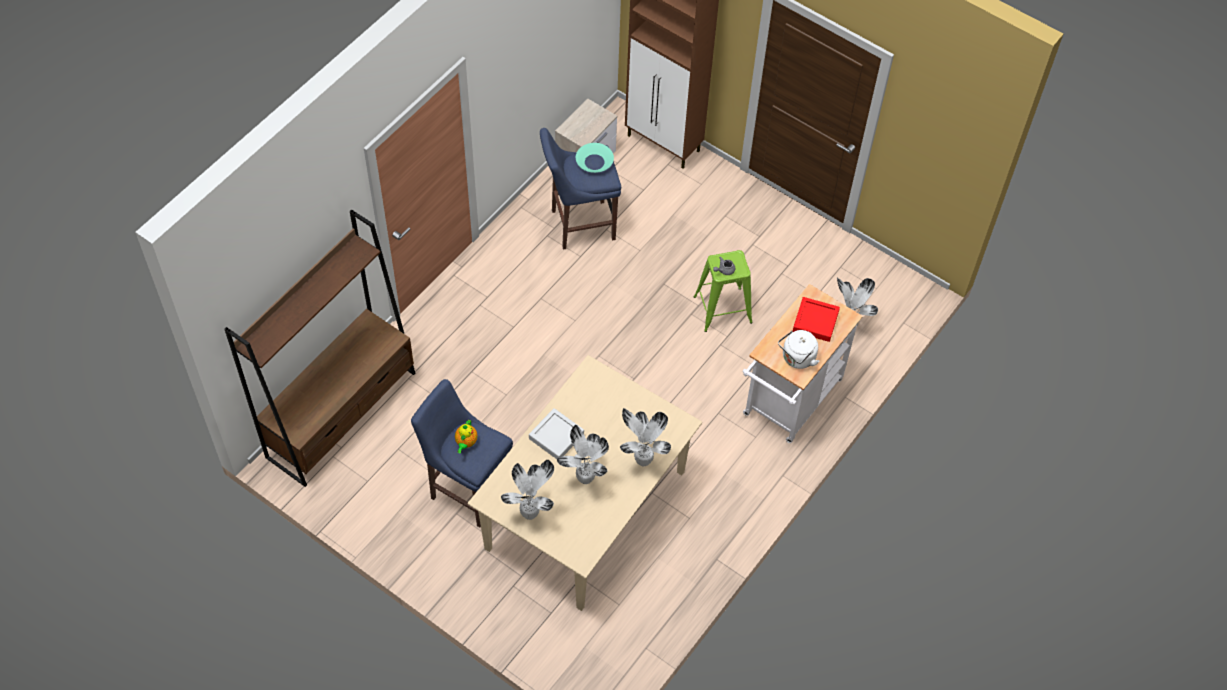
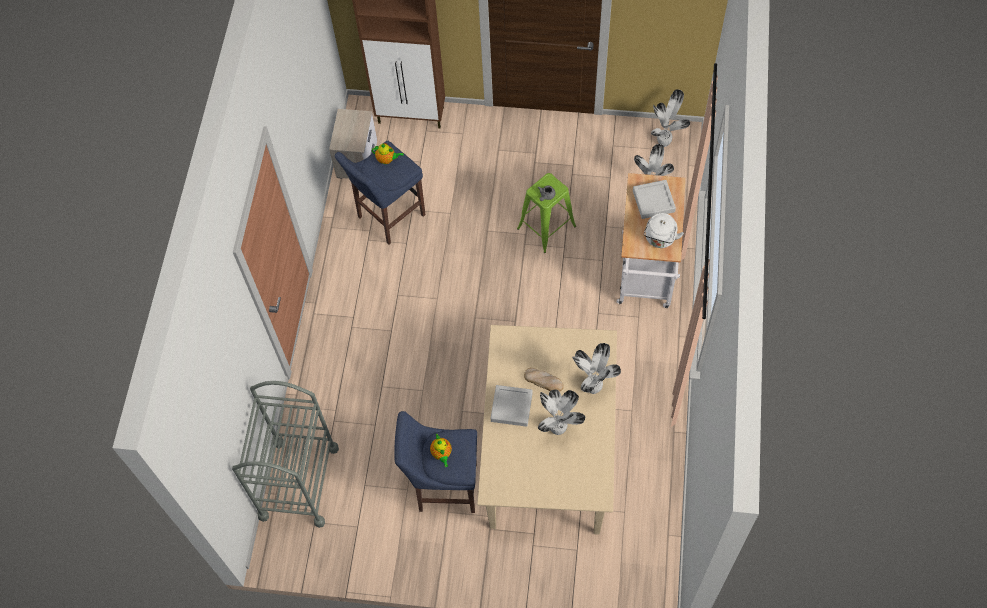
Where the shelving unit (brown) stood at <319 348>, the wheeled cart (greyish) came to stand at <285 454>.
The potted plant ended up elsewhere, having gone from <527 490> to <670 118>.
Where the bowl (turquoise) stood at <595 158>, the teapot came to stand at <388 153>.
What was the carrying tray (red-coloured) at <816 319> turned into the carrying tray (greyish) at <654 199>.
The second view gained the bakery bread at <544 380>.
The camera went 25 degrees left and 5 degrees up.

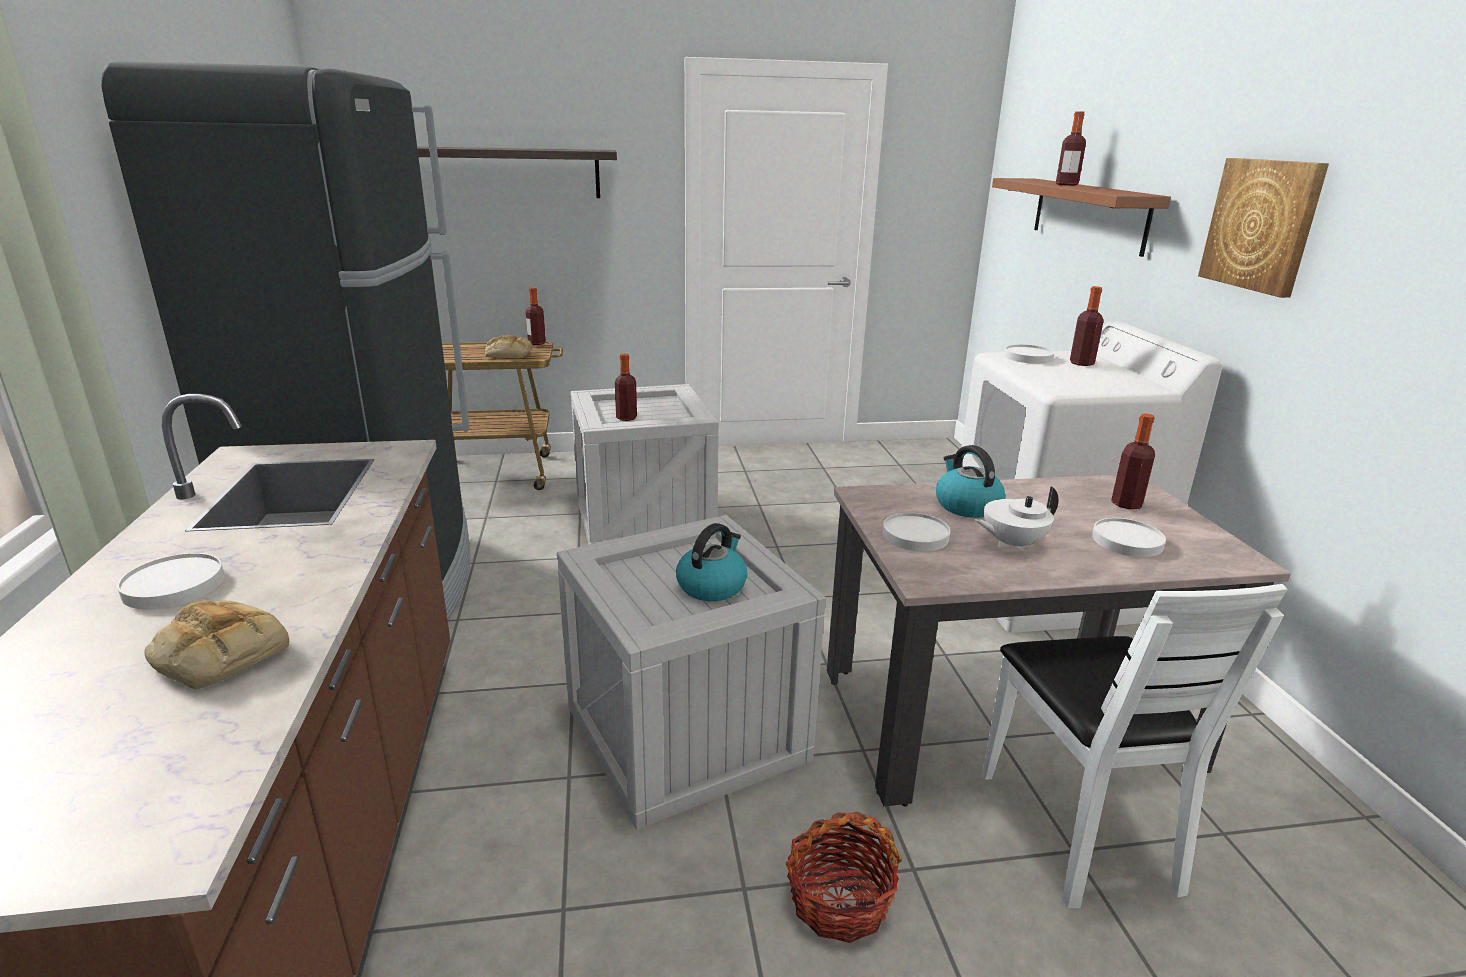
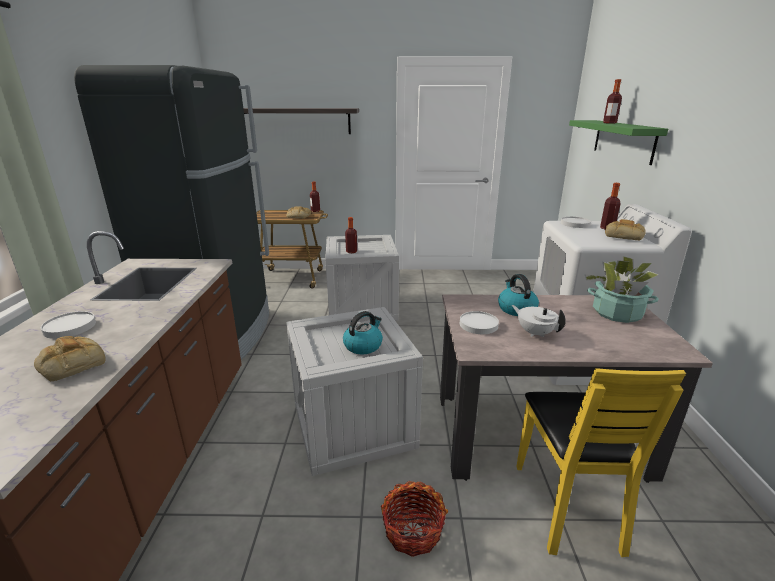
The teapot (whitish) at <1016 518> ended up facing another way, 60 degrees clockwise from before.
What was the chair (whitish) at <1134 746> turned into the chair (yellowish) at <601 462>.
What was the shelf (brown) at <1081 217> turned into the shelf (greenish) at <618 142>.
The second view lost the dinner plate (whitish) at <1129 537>.
Where the beverage bottle stood at <1133 461>, the potted plant came to stand at <622 289>.
The second view lost the wall art at <1263 228>.
The second view gained the bakery bread at <625 229>.
The camera went 10 degrees right and 0 degrees up.

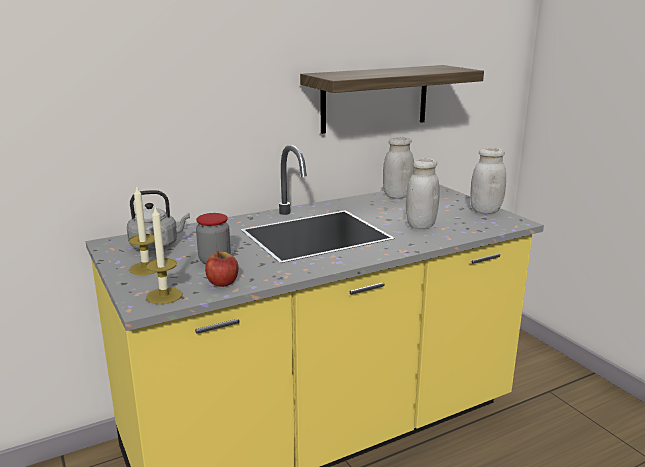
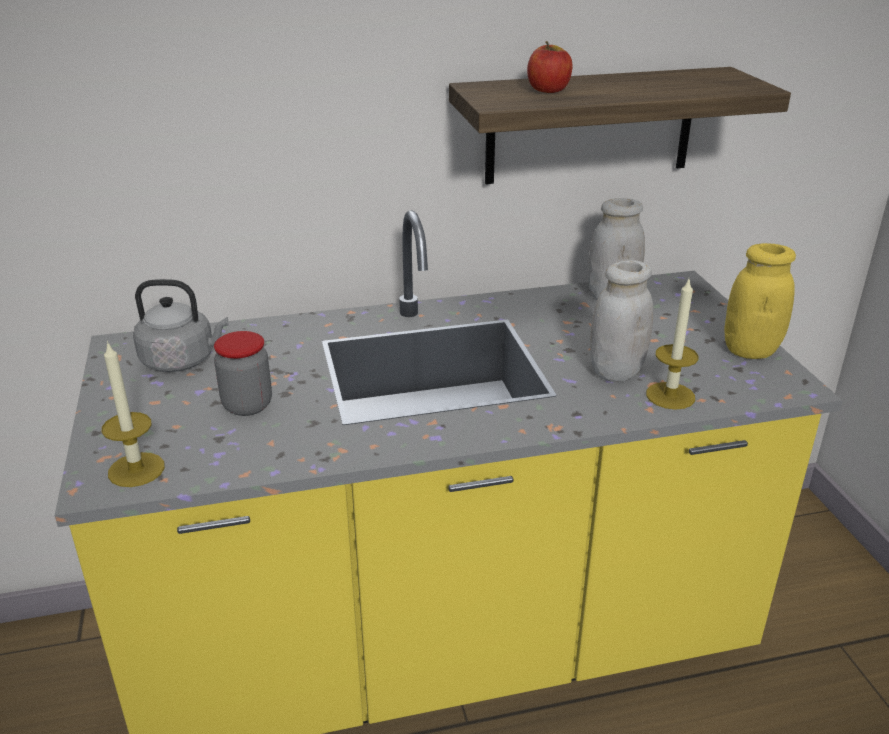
The candle ended up elsewhere, having gone from <142 230> to <672 344>.
The whole apple ended up elsewhere, having gone from <221 269> to <549 67>.
What was the storage jar (whitish) at <488 181> turned into the storage jar (yellowish) at <760 301>.
The camera went 15 degrees right and 10 degrees up.

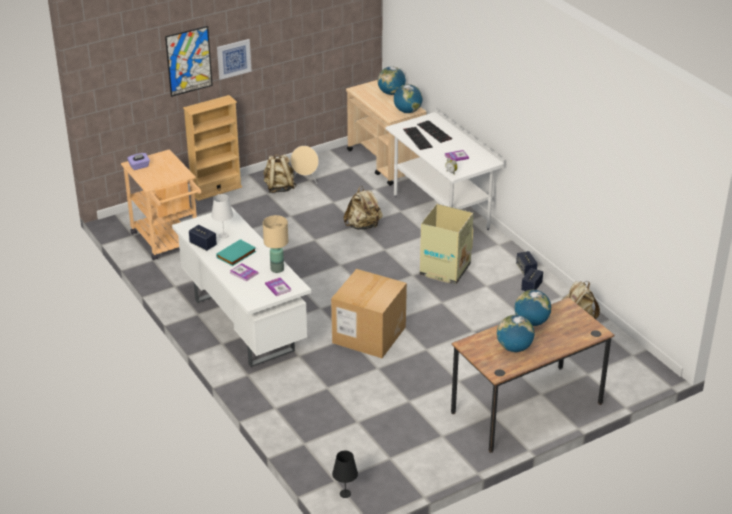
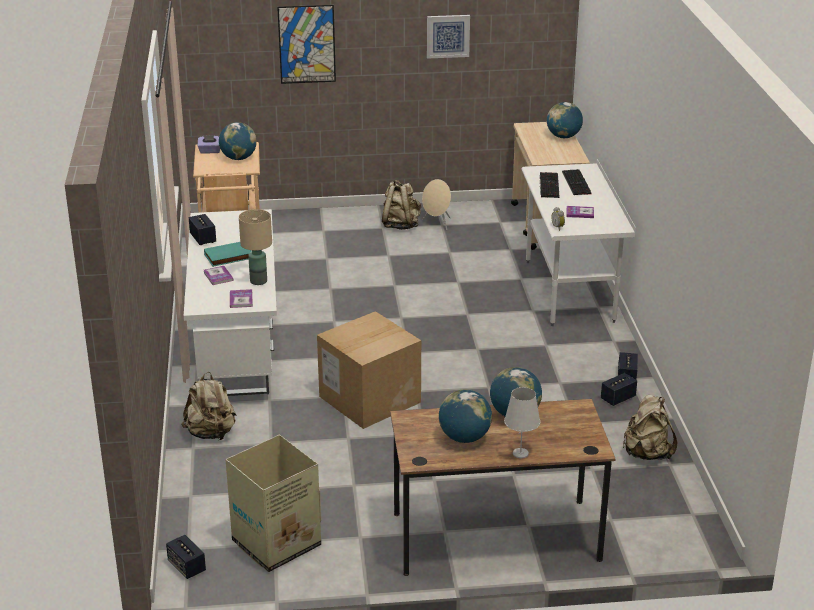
The second view lost the shelving unit (sand-coloured) at <212 148>.
The lamp for a table (whitish) ended up elsewhere, having gone from <222 216> to <522 422>.
The wall art ended up elsewhere, having gone from <234 59> to <448 37>.
Where the lamp for a table (black) stood at <345 474>, the audio speaker came to stand at <186 557>.
The rucksack (sand-coloured) ended up elsewhere, having gone from <363 208> to <209 406>.
The world globe ended up elsewhere, having gone from <408 98> to <238 141>.
The carton ended up elsewhere, having gone from <446 244> to <273 503>.
The camera went 25 degrees right and 5 degrees down.

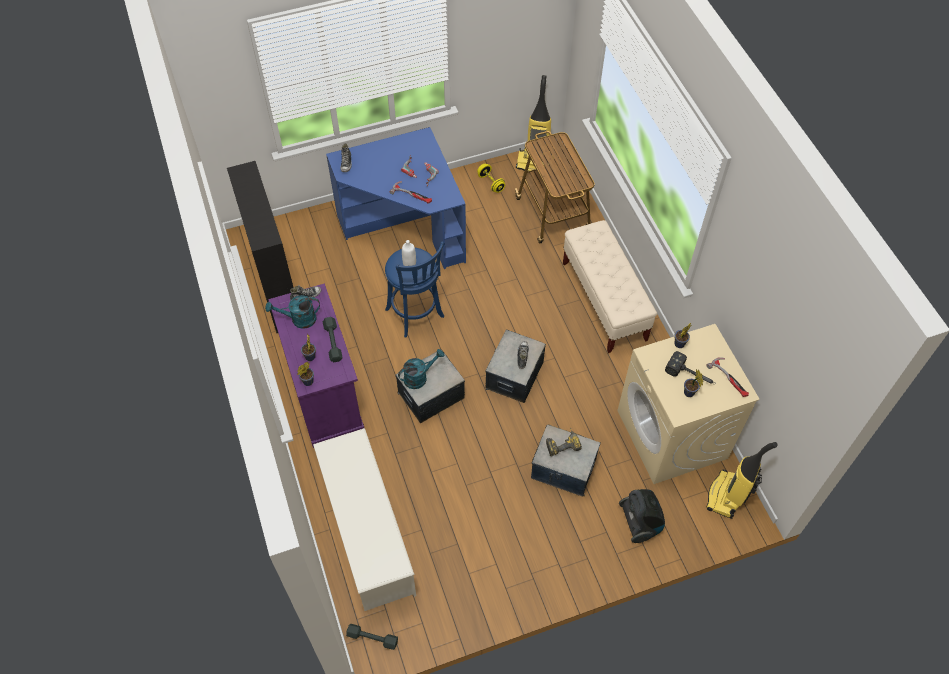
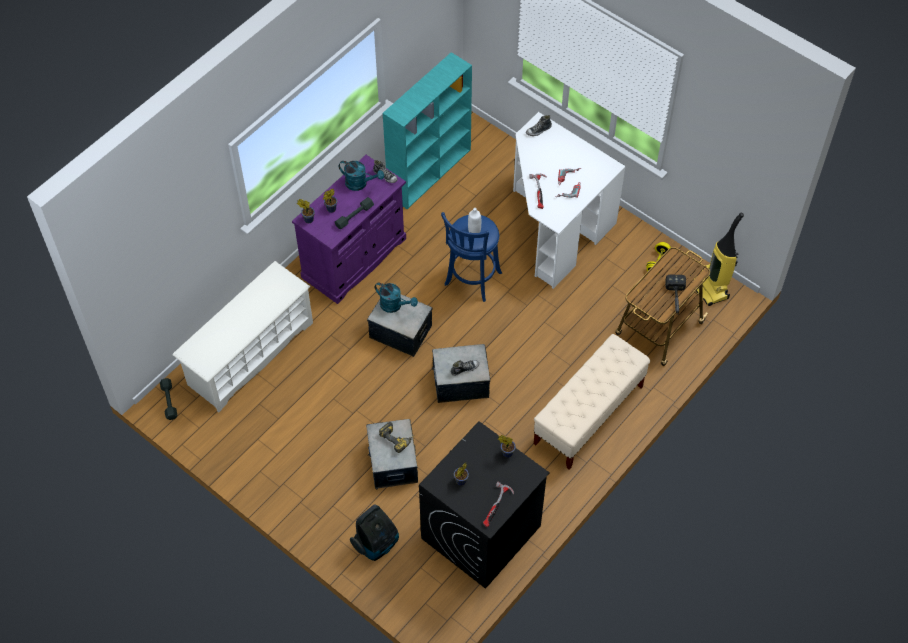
What was the shelving unit (black) at <260 247> turned into the shelving unit (turquoise) at <427 130>.
The watering can (turquoise) at <292 312> ended up facing another way, 150 degrees clockwise from before.
What was the desk unit (blue) at <396 198> turned into the desk unit (whitish) at <569 200>.
What was the laundry appliance (sand-coloured) at <688 404> turned into the laundry appliance (black) at <484 505>.
The hand hammer ended up elsewhere, having gone from <689 367> to <675 294>.
The second view lost the vacuum at <742 480>.
The camera went 60 degrees right and 0 degrees up.

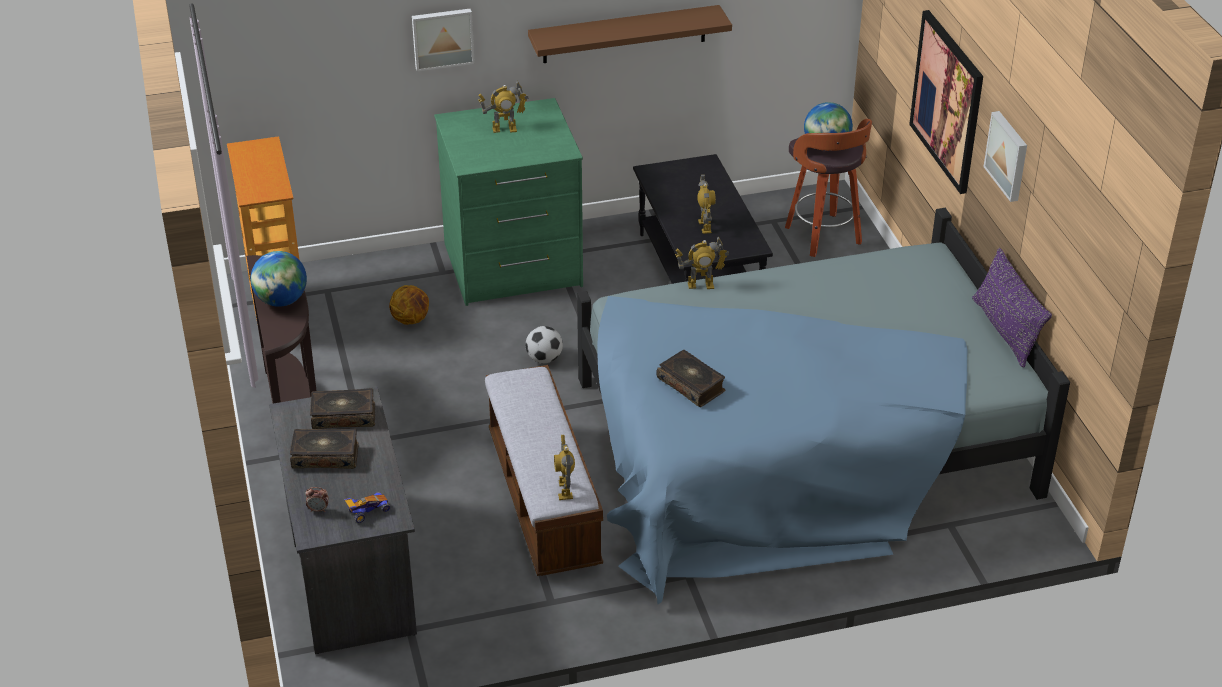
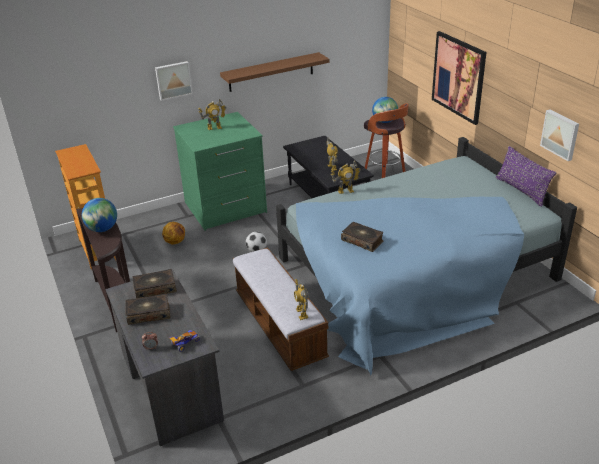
The wall art ended up elsewhere, having gone from <1005 156> to <559 135>.
The camera went 10 degrees left and 5 degrees down.

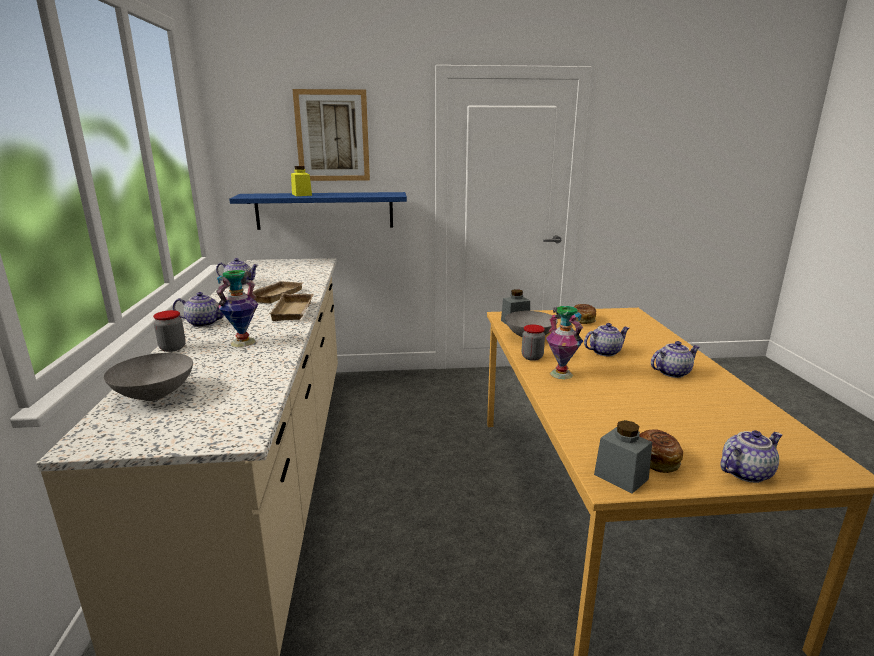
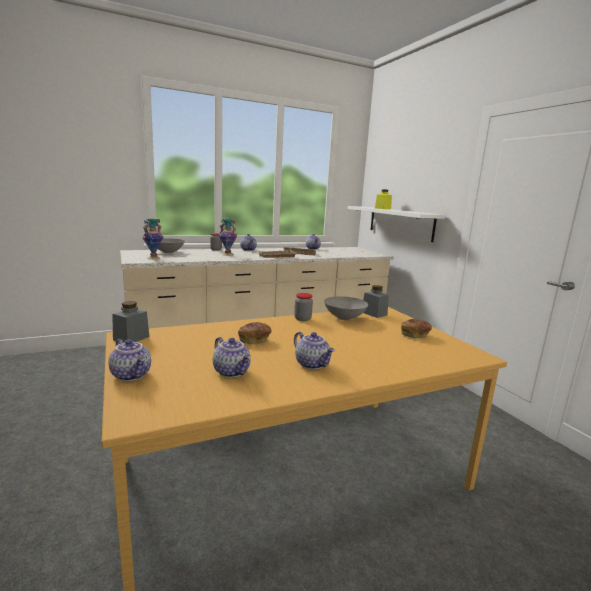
What was the shelf (blue) at <318 211> turned into the shelf (whitish) at <396 224>.
The second view lost the wall art at <331 135>.
The decorative vase ended up elsewhere, having gone from <564 342> to <153 239>.
The teapot ended up elsewhere, having gone from <606 340> to <232 357>.
The bakery bread ended up elsewhere, having gone from <661 451> to <254 333>.
The camera went 70 degrees right and 5 degrees down.

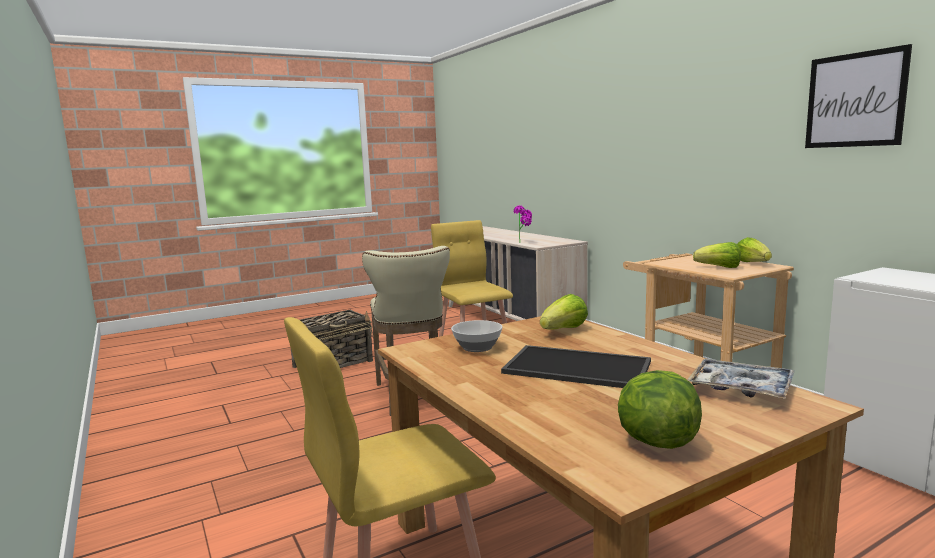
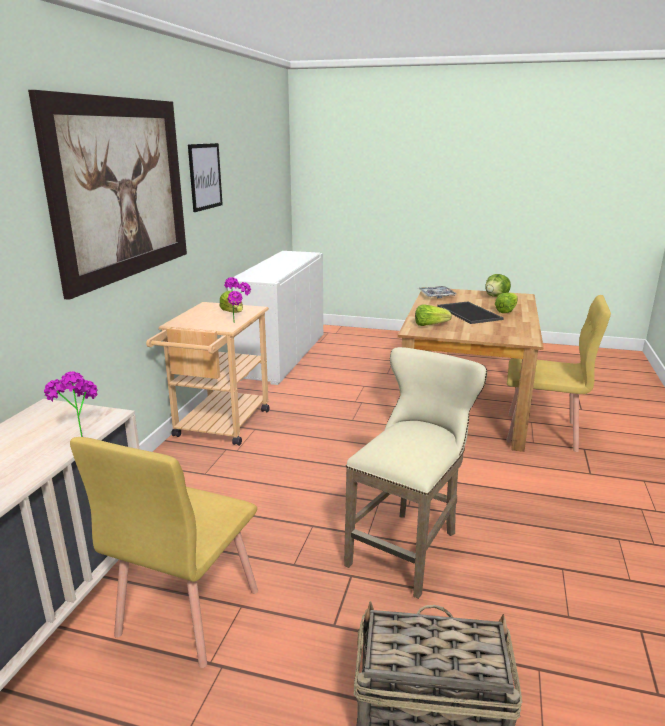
The second view lost the bowl at <477 336>.
The lettuce head ended up elsewhere, having gone from <754 249> to <506 303>.
The second view gained the wall art at <107 195>.
The second view gained the potted plant at <237 300>.
The camera went 135 degrees left and 10 degrees up.

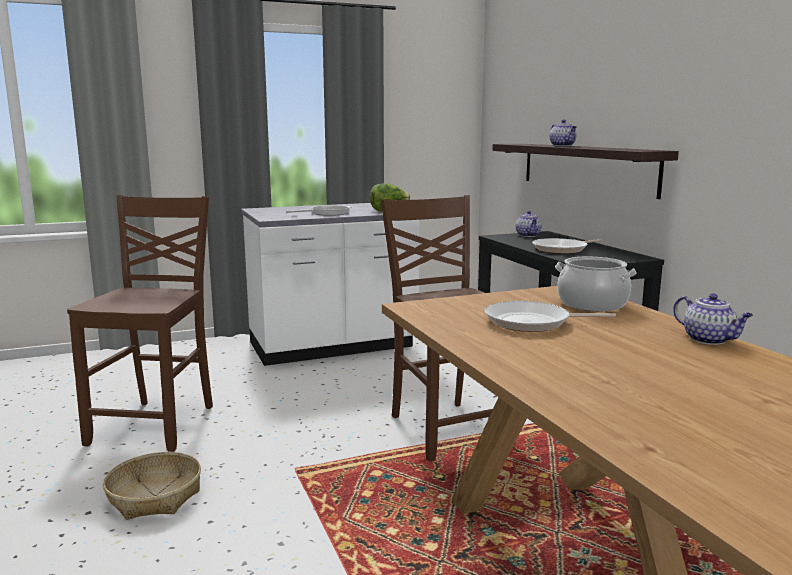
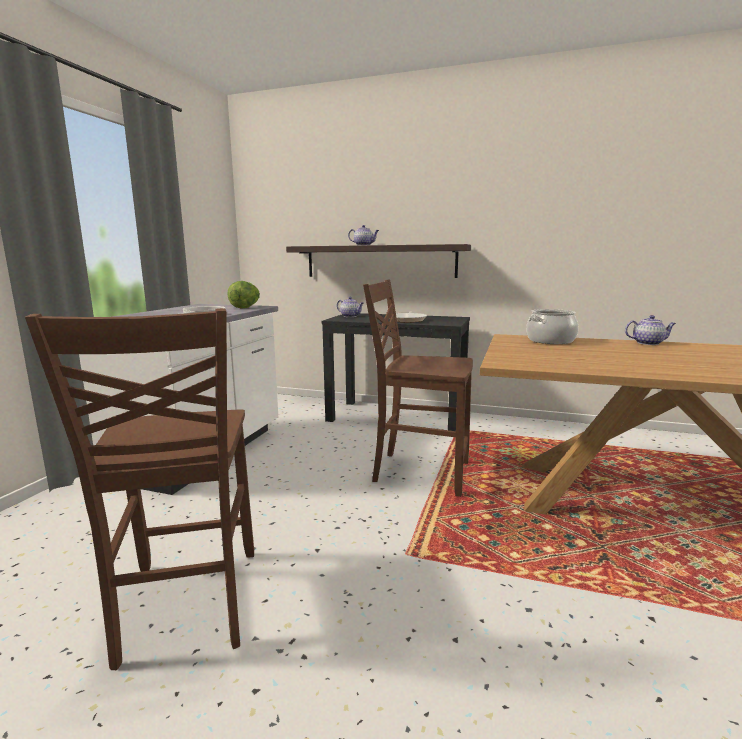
The chair (brown) at <140 323> ended up facing another way, 150 degrees counterclockwise from before.
The second view lost the storage basket at <152 486>.
The second view lost the skillet at <550 316>.
The camera went 50 degrees left and 0 degrees up.

